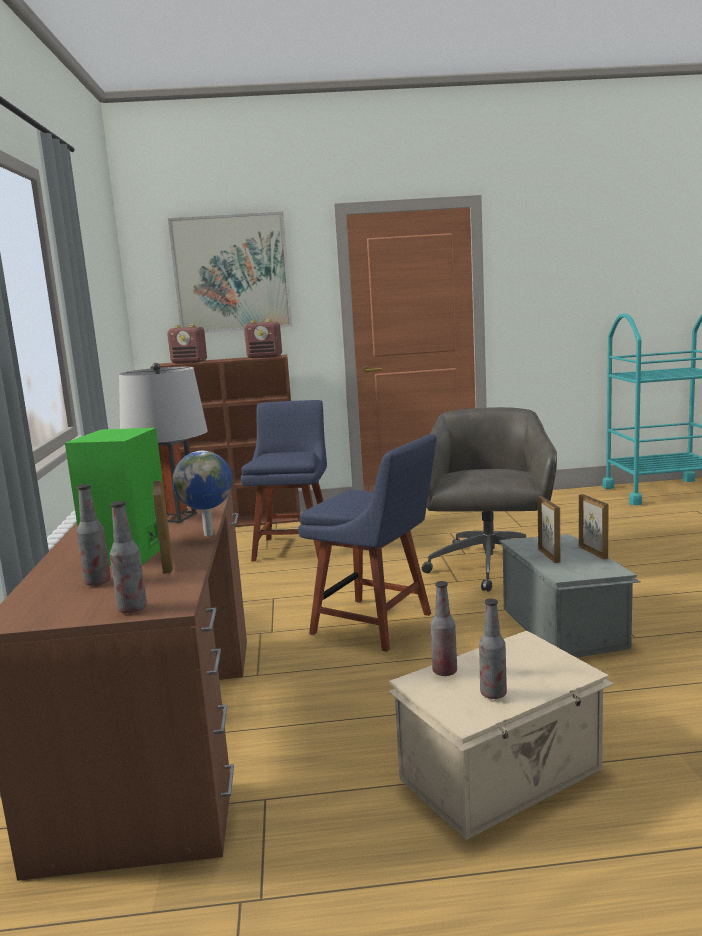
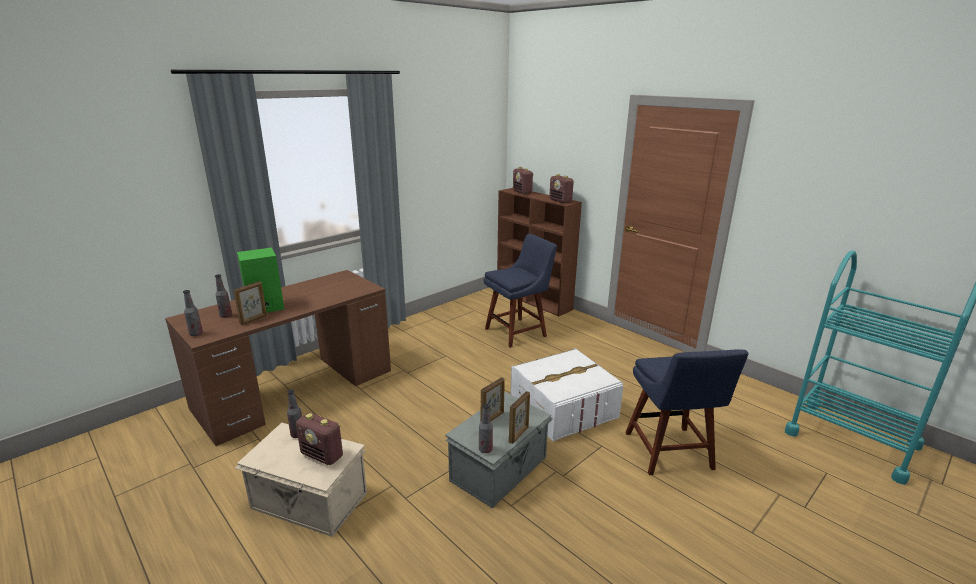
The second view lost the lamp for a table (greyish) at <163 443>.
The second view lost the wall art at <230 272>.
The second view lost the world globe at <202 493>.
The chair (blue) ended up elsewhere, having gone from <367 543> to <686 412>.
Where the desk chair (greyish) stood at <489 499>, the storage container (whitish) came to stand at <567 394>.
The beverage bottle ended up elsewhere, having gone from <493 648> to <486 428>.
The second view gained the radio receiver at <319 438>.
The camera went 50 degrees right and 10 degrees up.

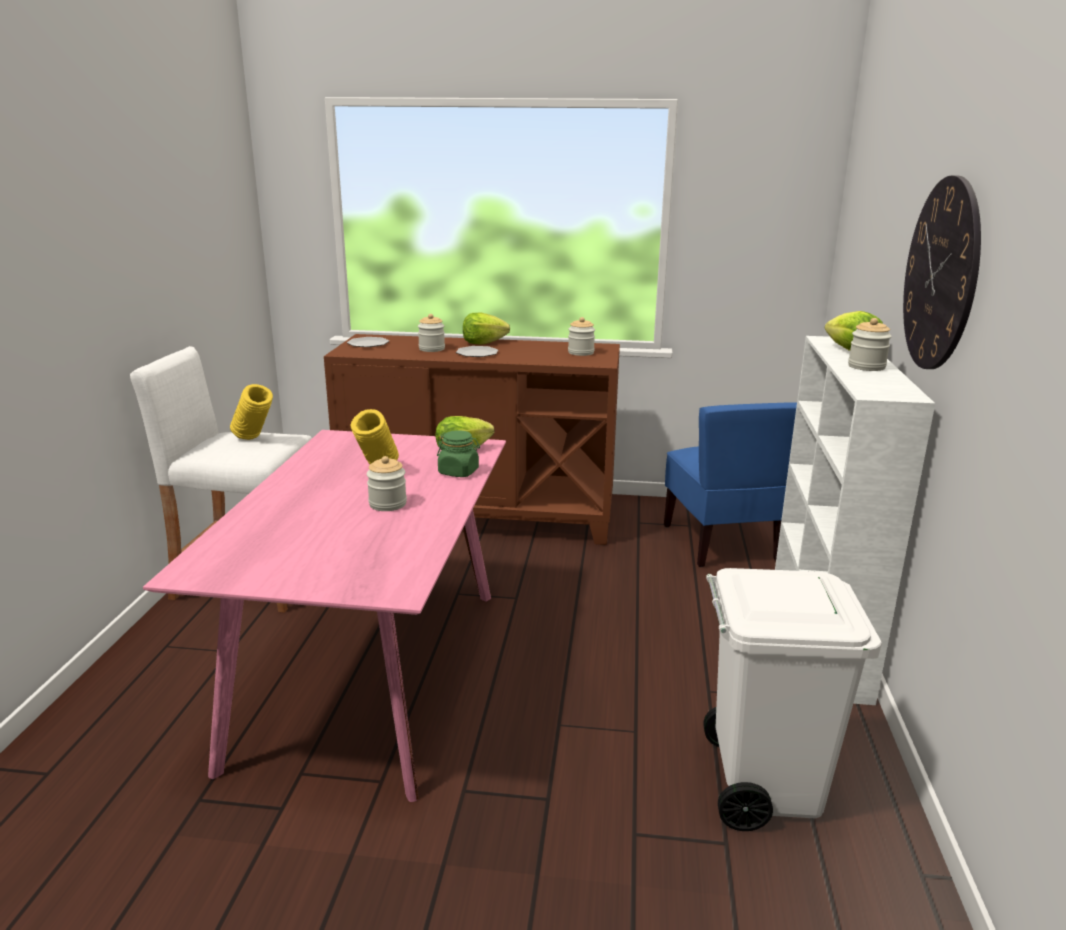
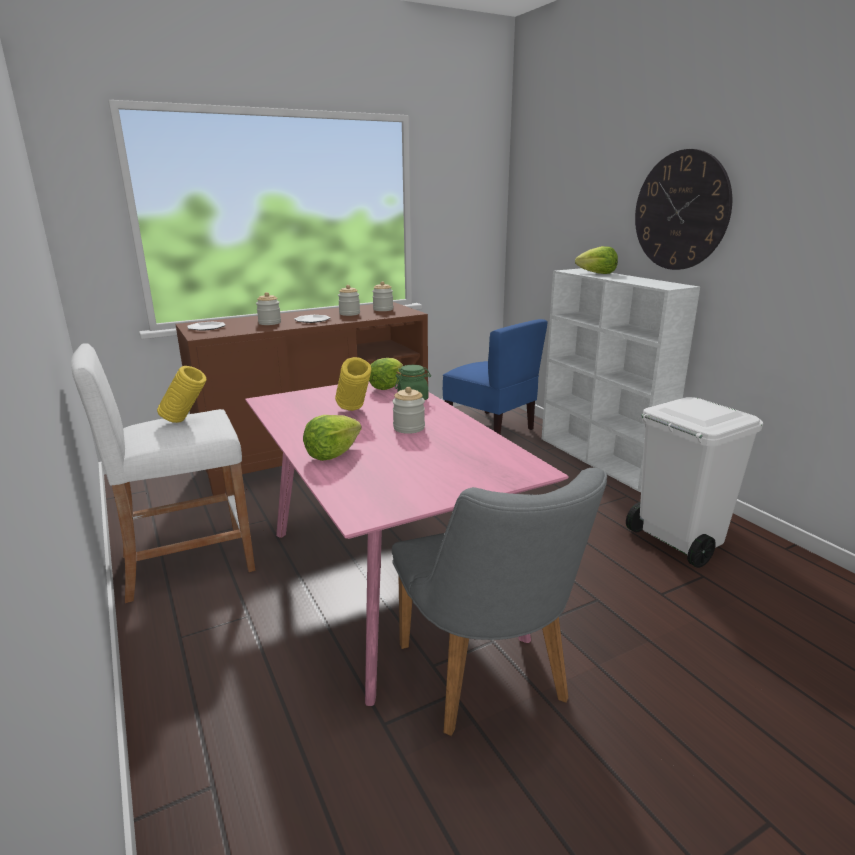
The lettuce head ended up elsewhere, having gone from <486 329> to <332 438>.
The storage jar ended up elsewhere, having gone from <870 344> to <349 300>.
The second view gained the chair (greyish) at <499 602>.
The camera went 35 degrees left and 0 degrees up.

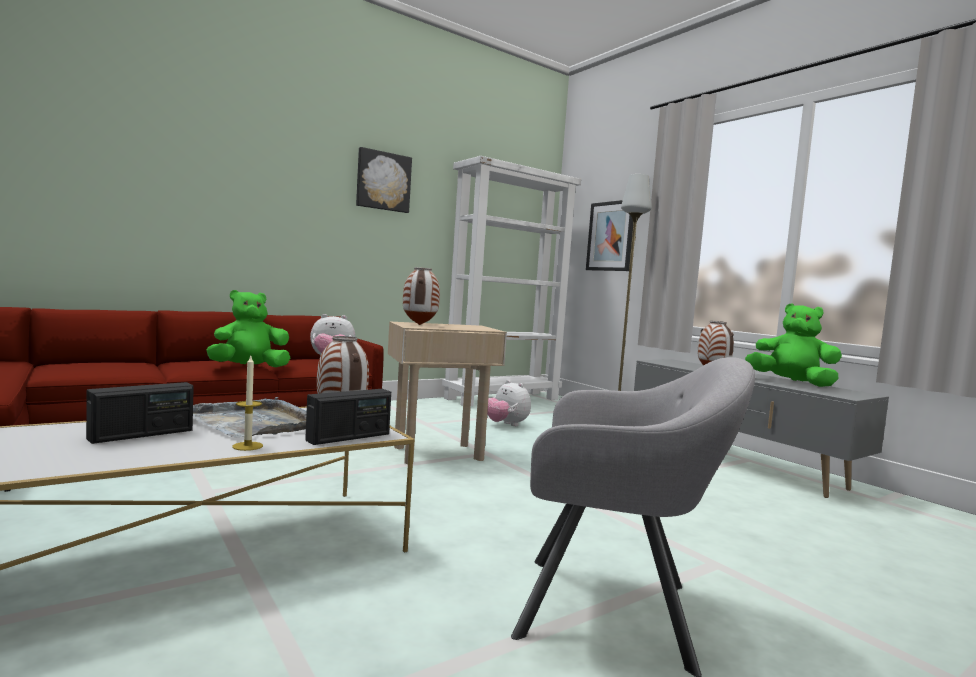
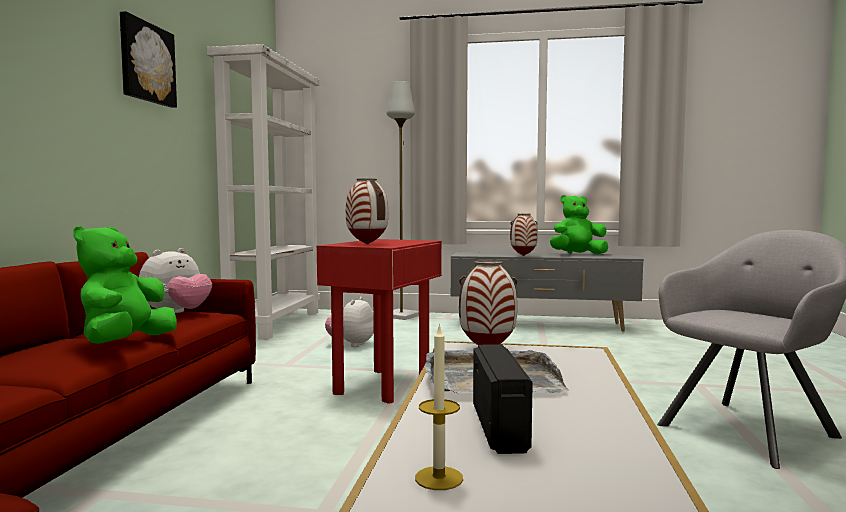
The candle ended up elsewhere, having gone from <247 403> to <439 406>.
The second view lost the radio receiver at <348 417>.
What was the side table (sand-coloured) at <447 393> turned into the side table (red-coloured) at <379 321>.
The cuddly toy at <509 403> ended up facing another way, 105 degrees clockwise from before.
The second view lost the wall art at <609 235>.
The camera went 45 degrees left and 0 degrees up.

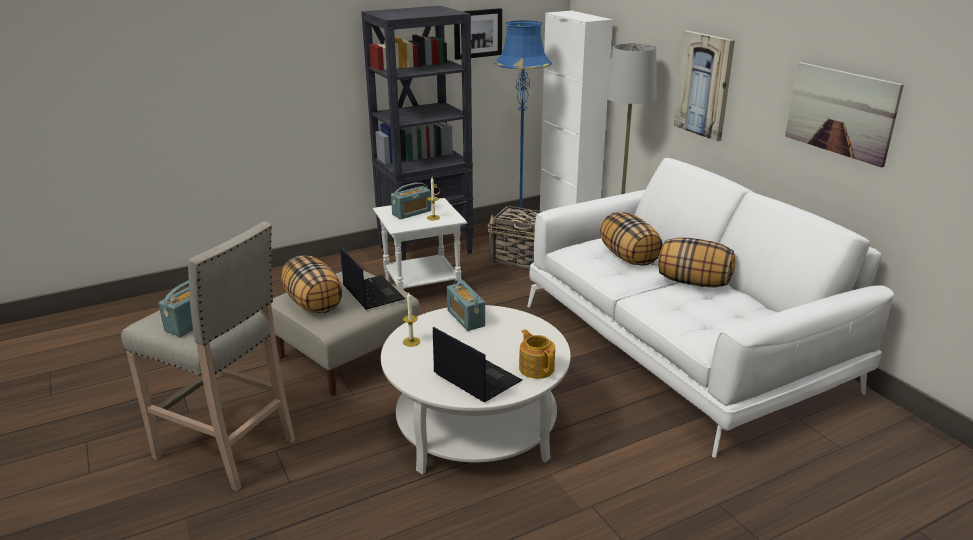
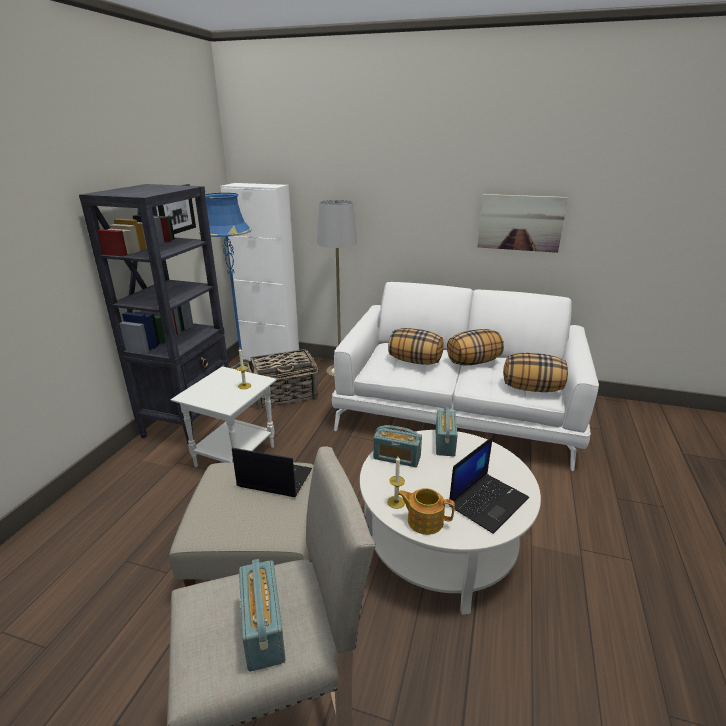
The pillow ended up elsewhere, having gone from <311 284> to <535 372>.
The radio receiver ended up elsewhere, having gone from <411 200> to <447 431>.
The notebook computer at <477 365> ended up facing another way, 135 degrees clockwise from before.
The teapot ended up elsewhere, having gone from <537 354> to <426 511>.
The second view lost the wall art at <704 86>.
The camera went 45 degrees left and 0 degrees up.

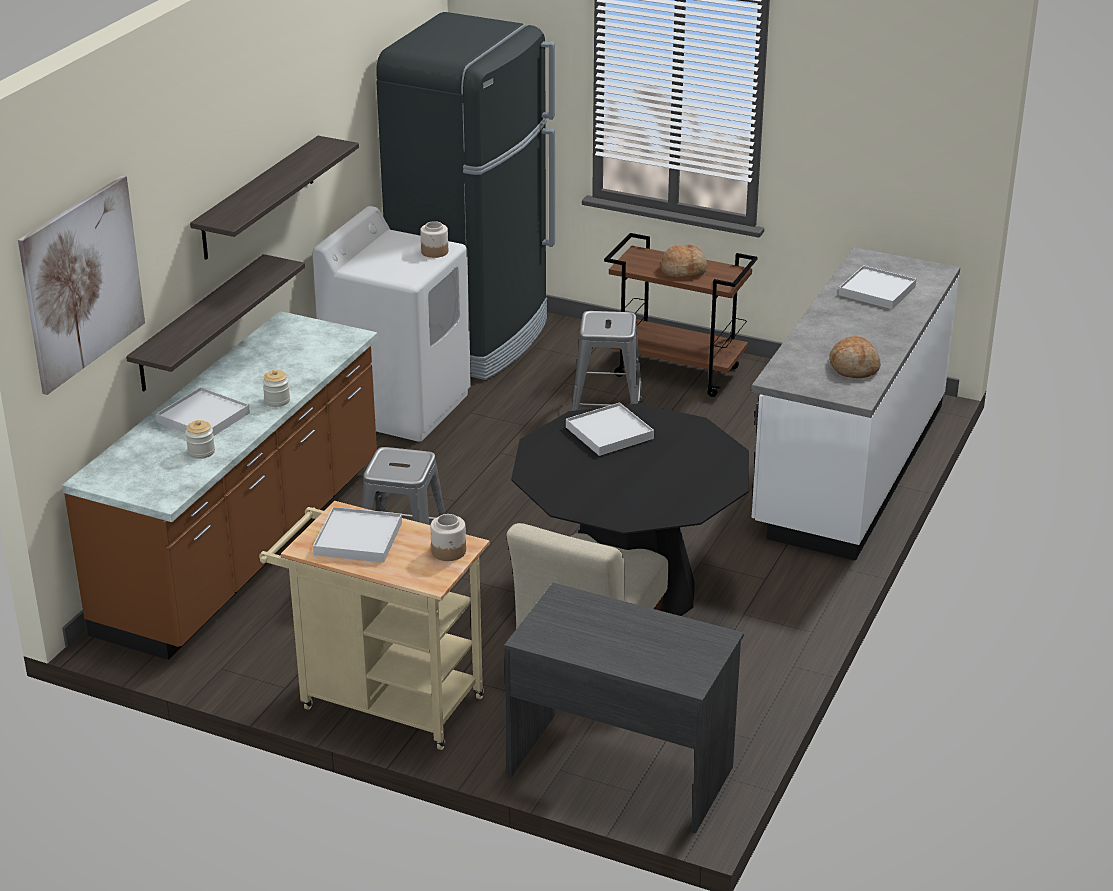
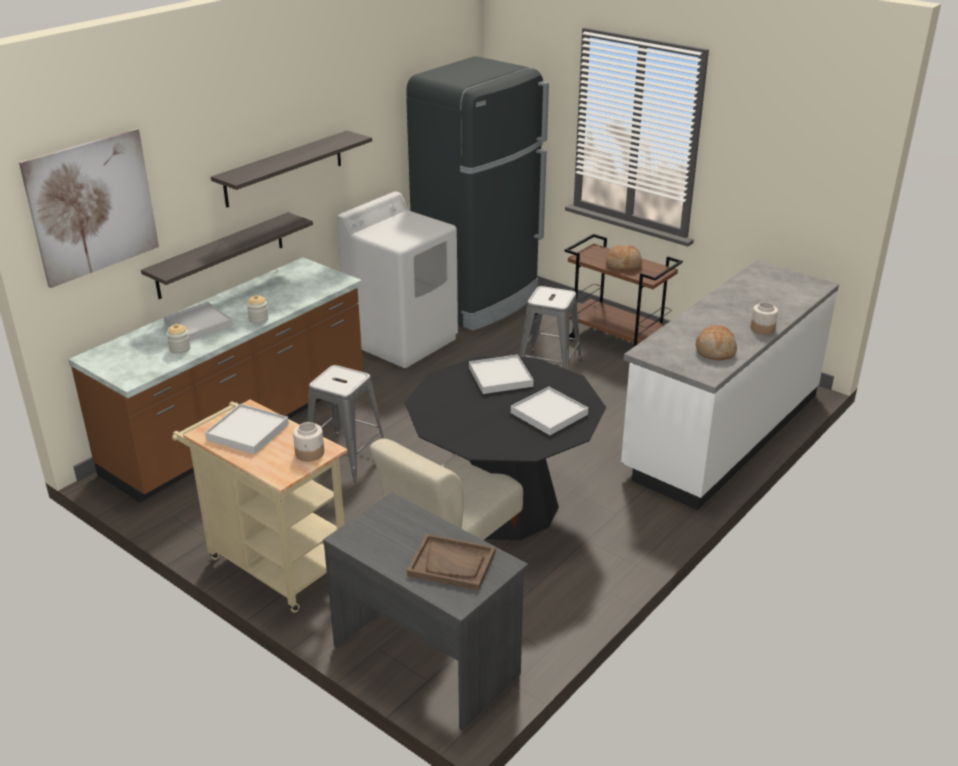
The storage jar ended up elsewhere, having gone from <434 239> to <764 318>.
The carrying tray (whitish) ended up elsewhere, having gone from <877 287> to <549 411>.
The second view gained the carrying tray (brown) at <451 562>.
The camera went 15 degrees right and 0 degrees up.

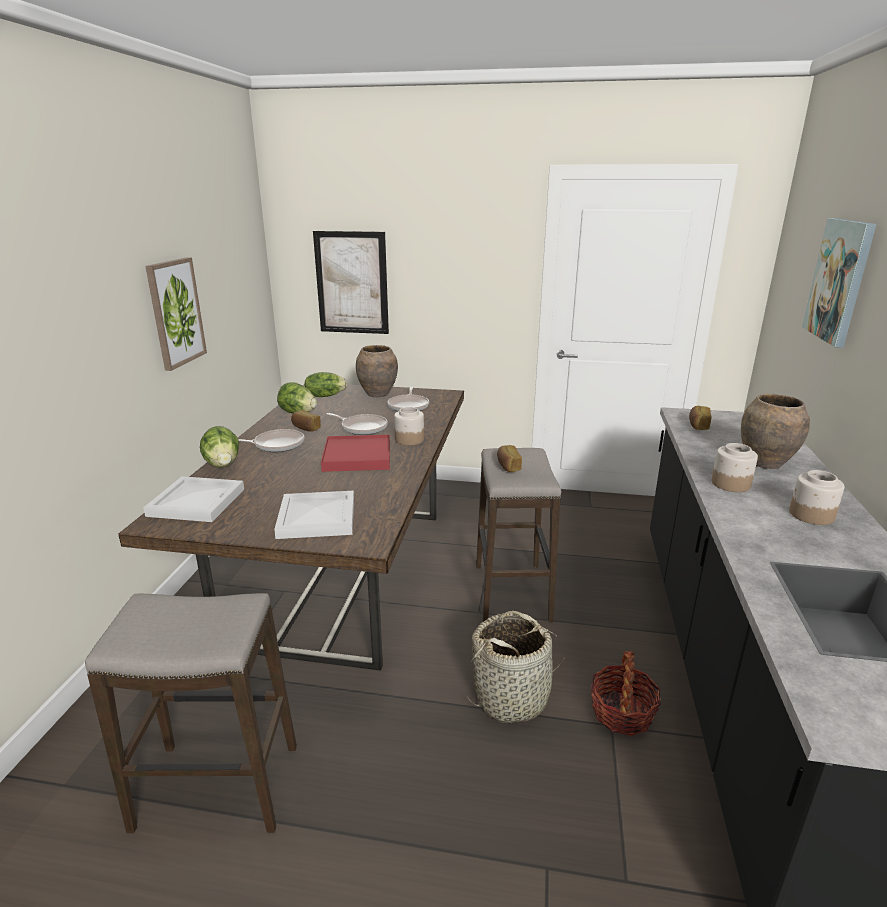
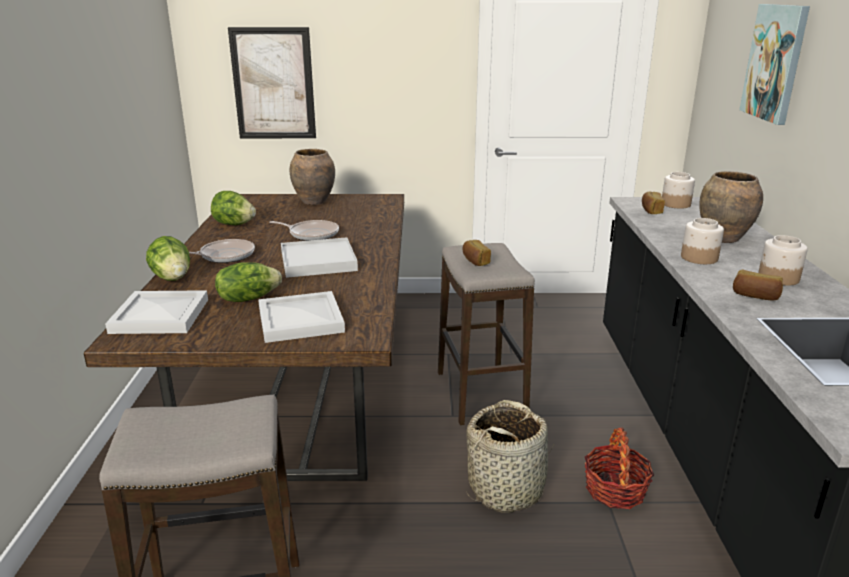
The second view lost the wall art at <176 314>.
The bakery bread ended up elsewhere, having gone from <306 421> to <758 285>.
The lettuce head ended up elsewhere, having gone from <326 384> to <248 282>.
What was the carrying tray (red-coloured) at <355 453> turned into the carrying tray (whitish) at <319 257>.
The second view lost the skillet at <408 399>.
The storage jar ended up elsewhere, having gone from <409 426> to <678 190>.
The camera went 10 degrees left and 0 degrees up.

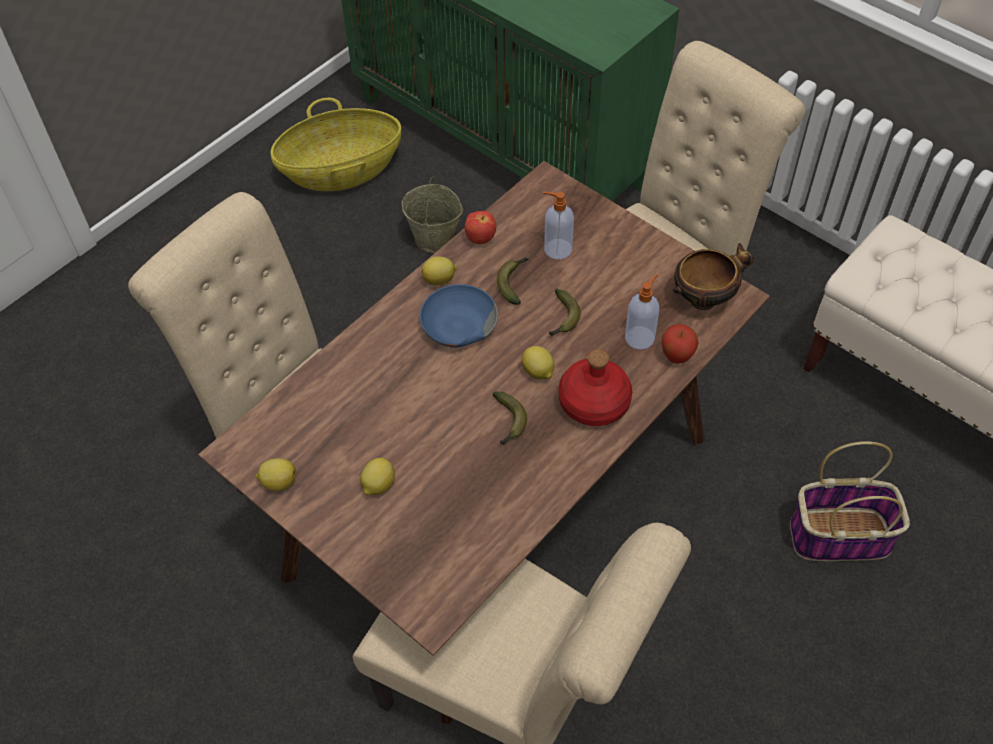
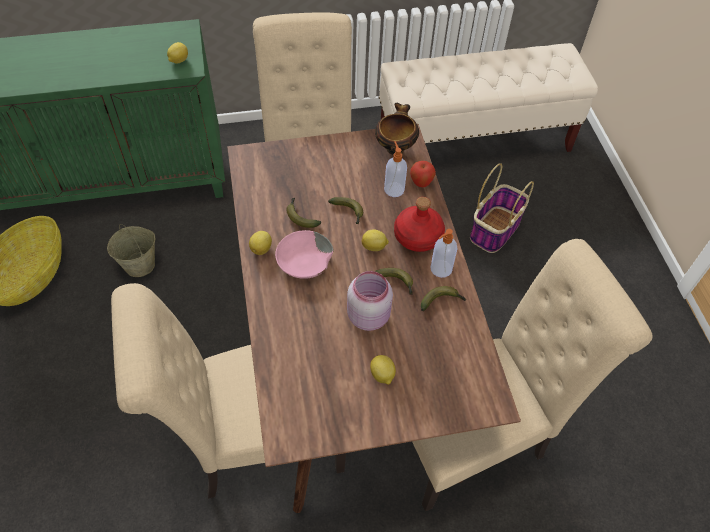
The whole lemon ended up elsewhere, having gone from <276 474> to <177 52>.
What was the bowl (blue) at <459 315> turned into the bowl (pinkish) at <304 254>.
The second view lost the whole apple at <480 227>.
The soap dispenser ended up elsewhere, having gone from <558 225> to <444 253>.
The second view gained the storage jar (pinkish) at <370 301>.
The second view gained the banana at <443 298>.
The camera went 55 degrees left and 0 degrees up.

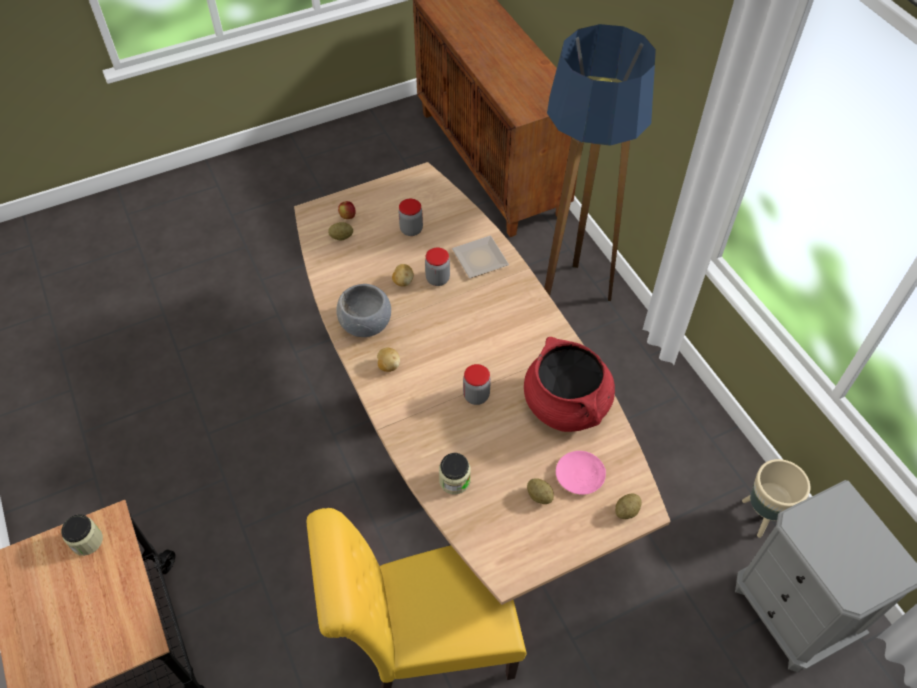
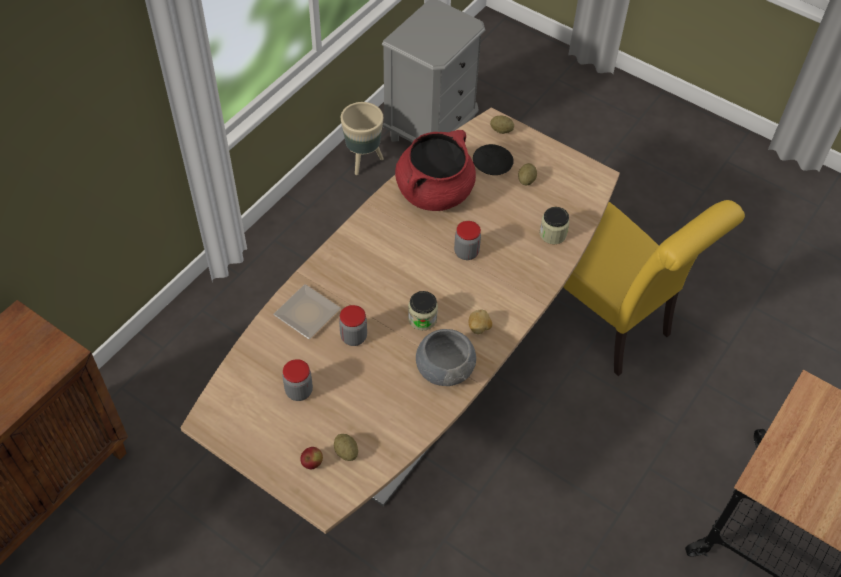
The storage jar ended up elsewhere, having gone from <82 535> to <423 310>.
The second view lost the spud at <403 275>.
The second view lost the standing lamp at <600 162>.
What was the dinner plate (pinkish) at <581 473> turned into the dinner plate (black) at <493 159>.
The camera went 120 degrees left and 0 degrees up.

